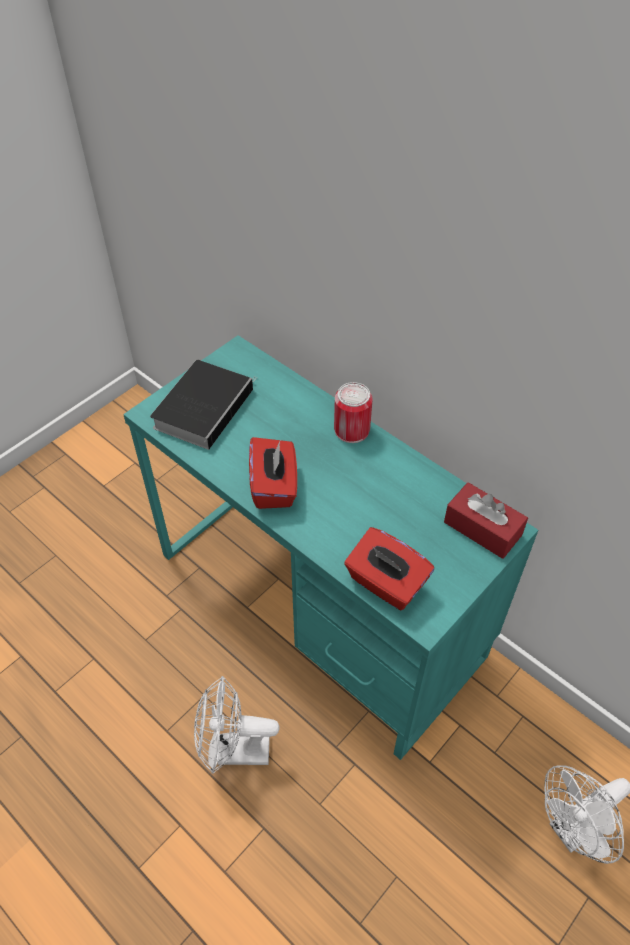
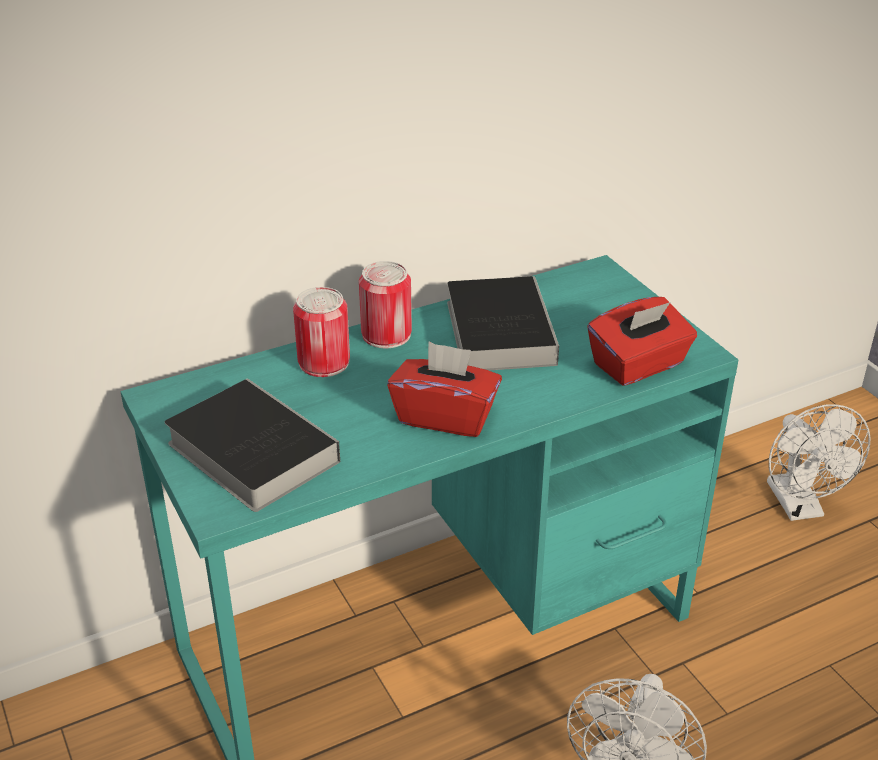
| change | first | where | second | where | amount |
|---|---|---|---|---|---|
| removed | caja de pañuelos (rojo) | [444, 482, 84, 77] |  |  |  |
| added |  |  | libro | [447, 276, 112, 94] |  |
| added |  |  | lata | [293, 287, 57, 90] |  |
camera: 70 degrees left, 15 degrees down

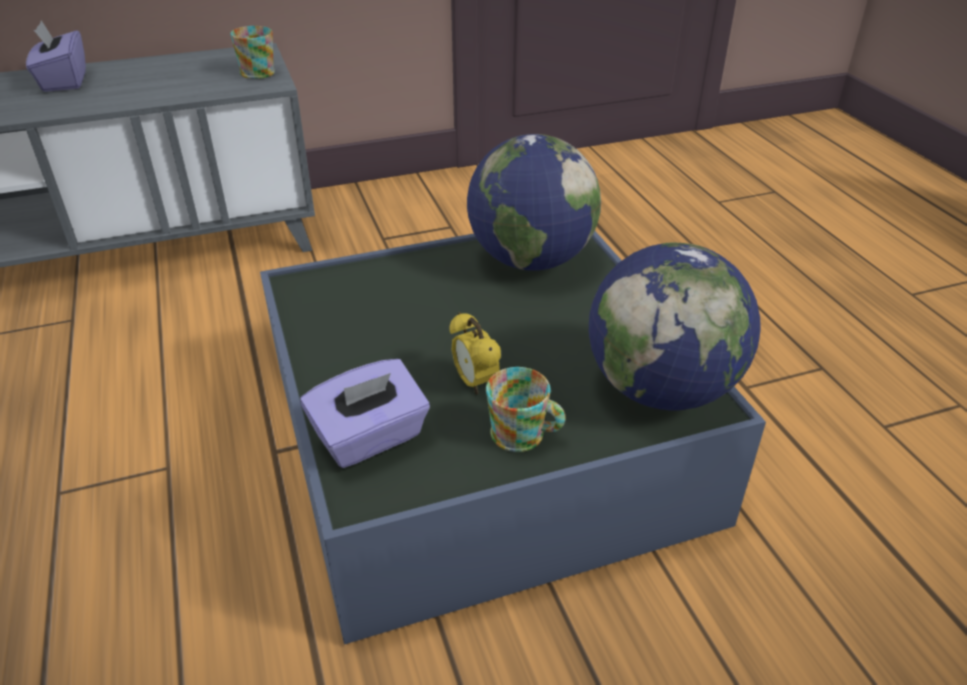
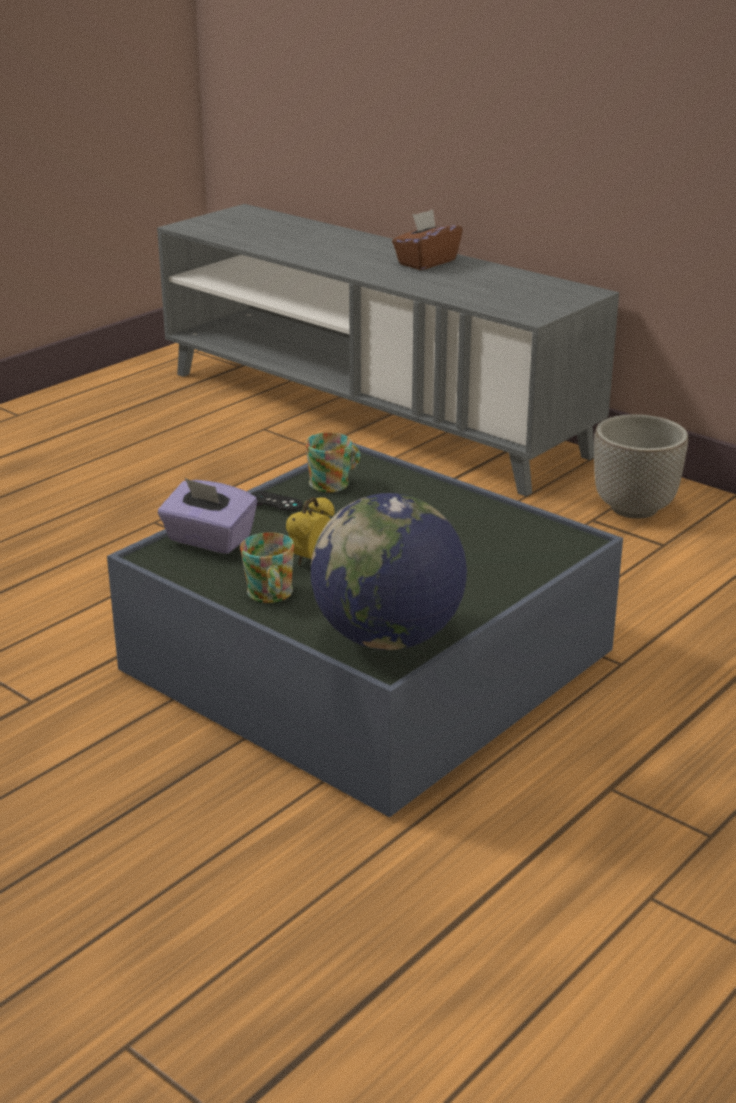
| change | first | where | second | where | amount |
|---|---|---|---|---|---|
| recoloured | caja de pañuelos (morado) | [26, 21, 60, 71] | caja de pañuelos (marrón) | [392, 209, 71, 61] |  |
| moved | taza grande | [230, 26, 45, 53] |  | [305, 432, 55, 61] |  |
| removed | globo terráqueo | [467, 134, 134, 137] |  |  |  |
| added |  |  | maceta | [594, 414, 94, 105] |  |
| added |  |  | mando de consola (negro) | [250, 491, 53, 20] |  |
camera: 60 degrees right, 10 degrees down

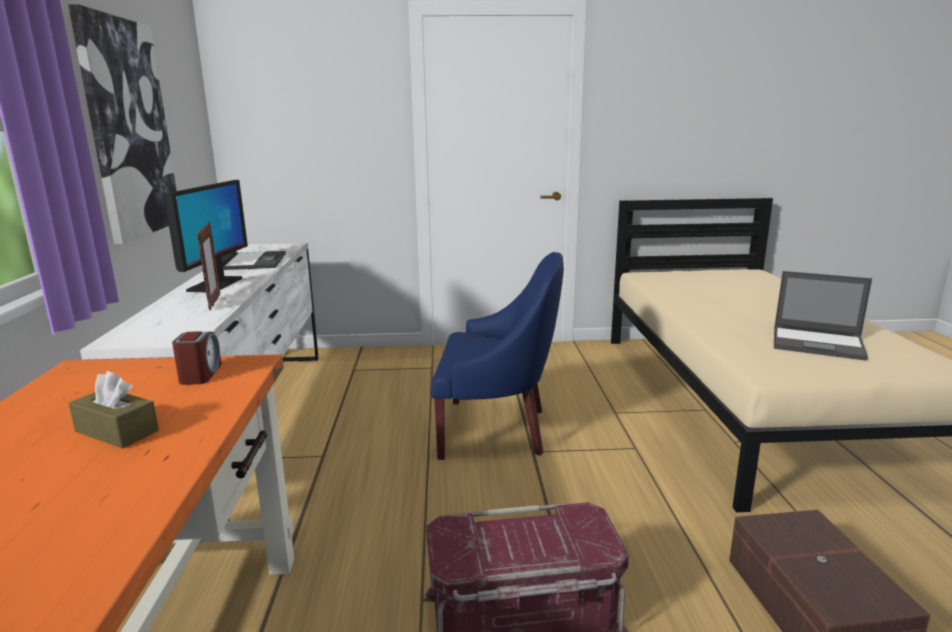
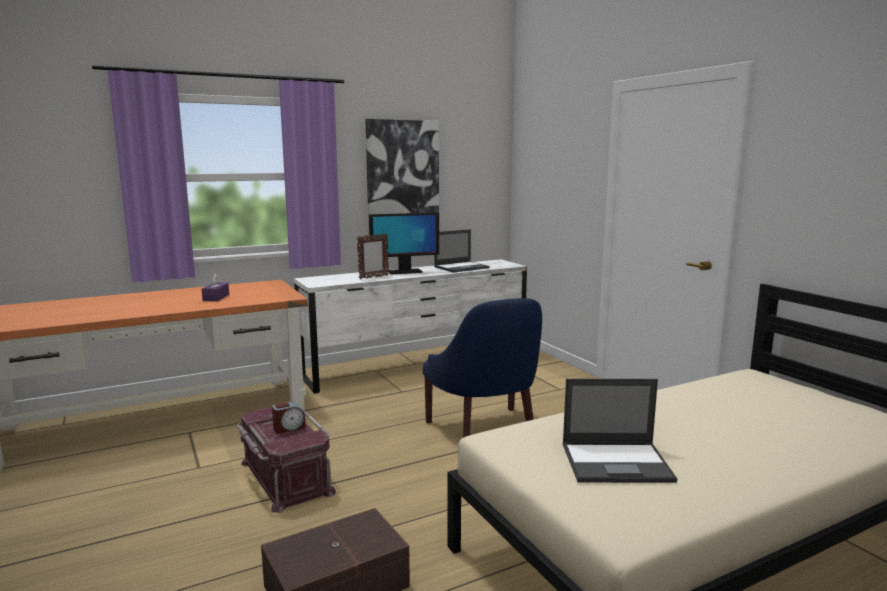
| change | first | where | second | where | amount |
|---|---|---|---|---|---|
| turned | portátil | [774, 271, 98, 90] |  | [563, 379, 114, 104] | 90 degrees counterclockwise |
| moved | despertador | [172, 331, 50, 54] |  | [272, 402, 34, 32] |  |
| recoloured | caja de pañuelos (marrón) | [68, 371, 91, 77] | caja de pañuelos (morado) | [202, 273, 27, 28] |  |
camera: 65 degrees right, 5 degrees down

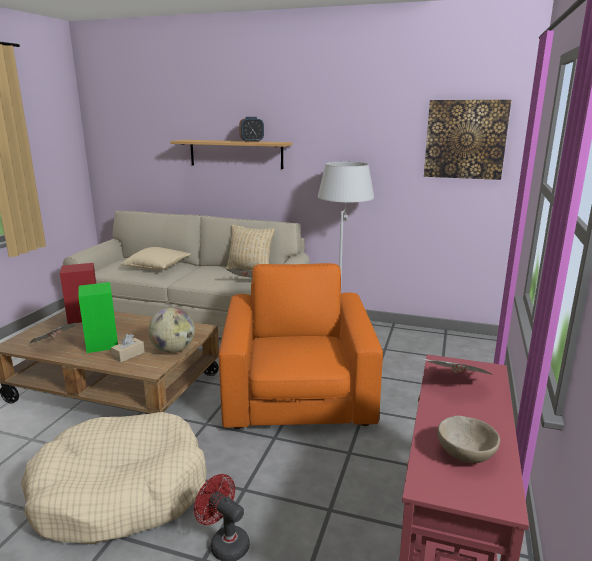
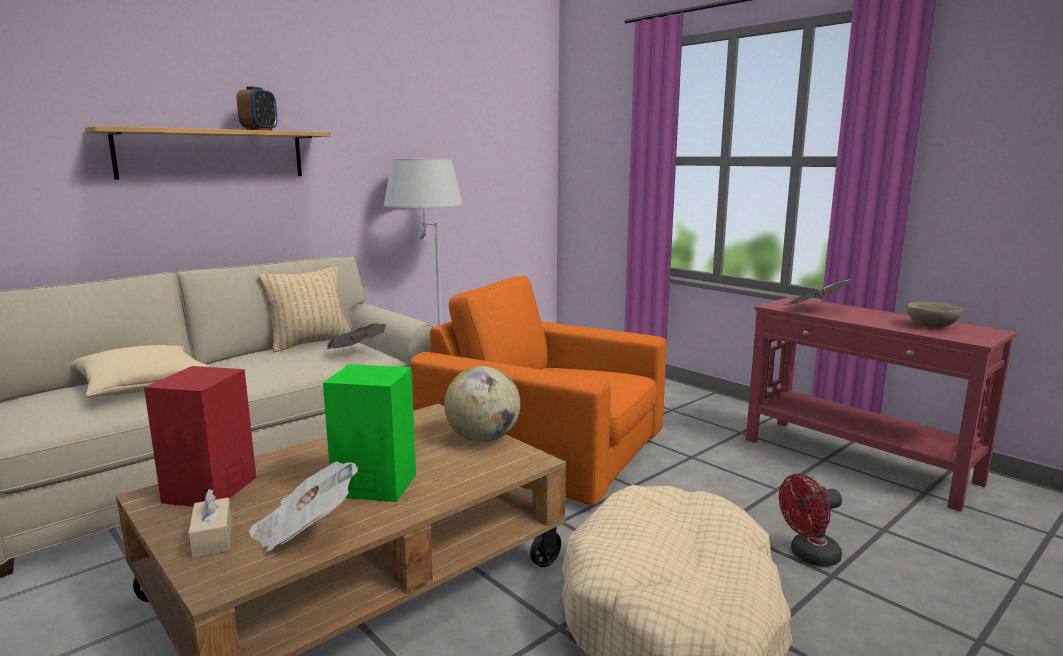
| change | first | where | second | where | amount |
|---|---|---|---|---|---|
| removed | cuadro | [424, 100, 87, 80] |  |  |  |
| moved | caja de pañuelos (beis) | [111, 334, 34, 28] |  | [188, 489, 44, 69] |  |
camera: 60 degrees left, 5 degrees down

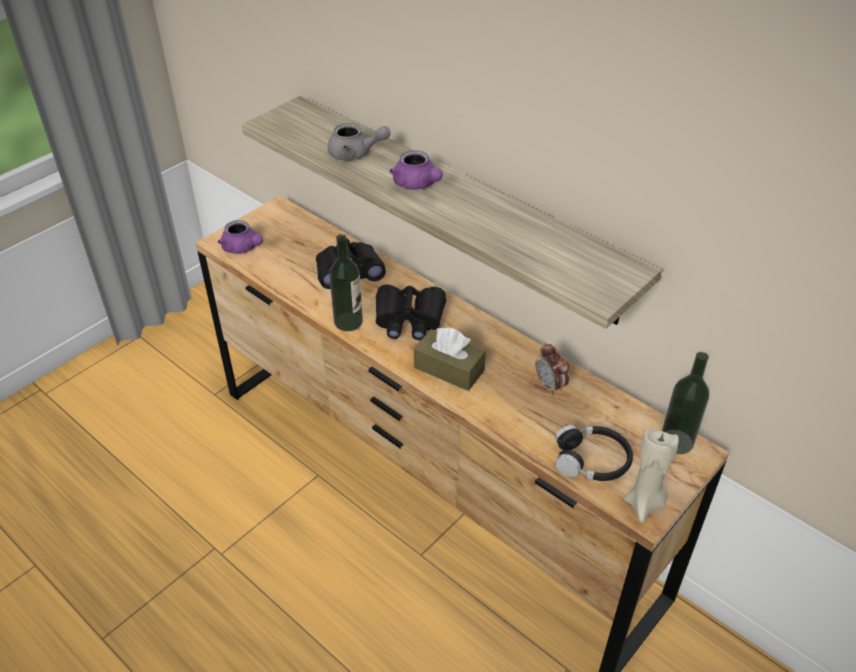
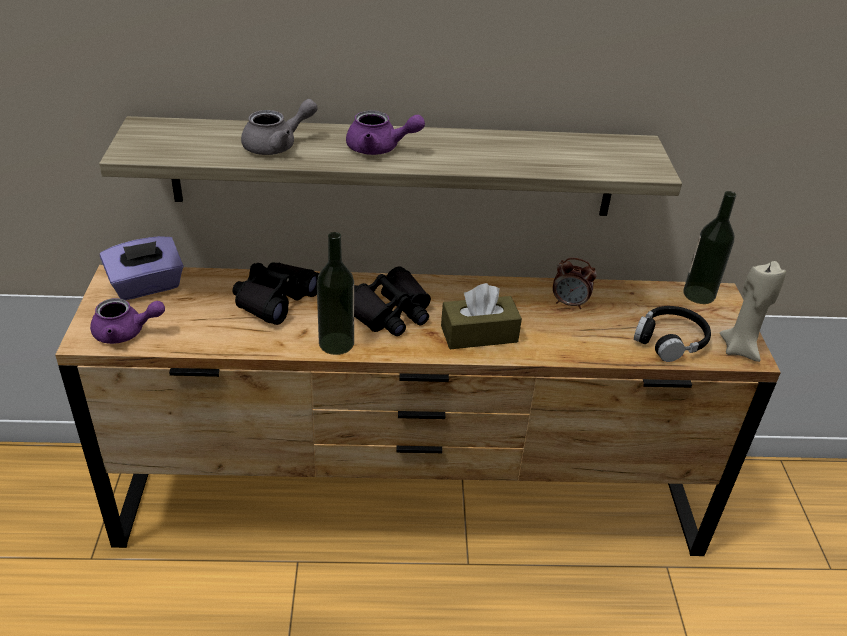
| change | first | where | second | where | amount |
|---|---|---|---|---|---|
| added |  |  | caja de pañuelos (morado) | [100, 236, 84, 64] |  |
camera: 45 degrees left, 5 degrees down

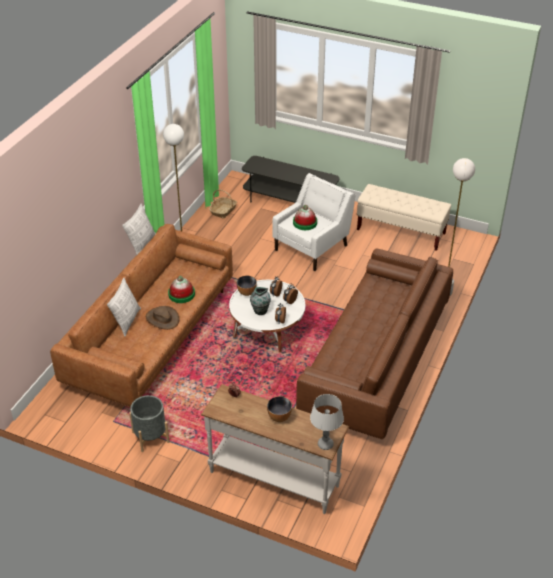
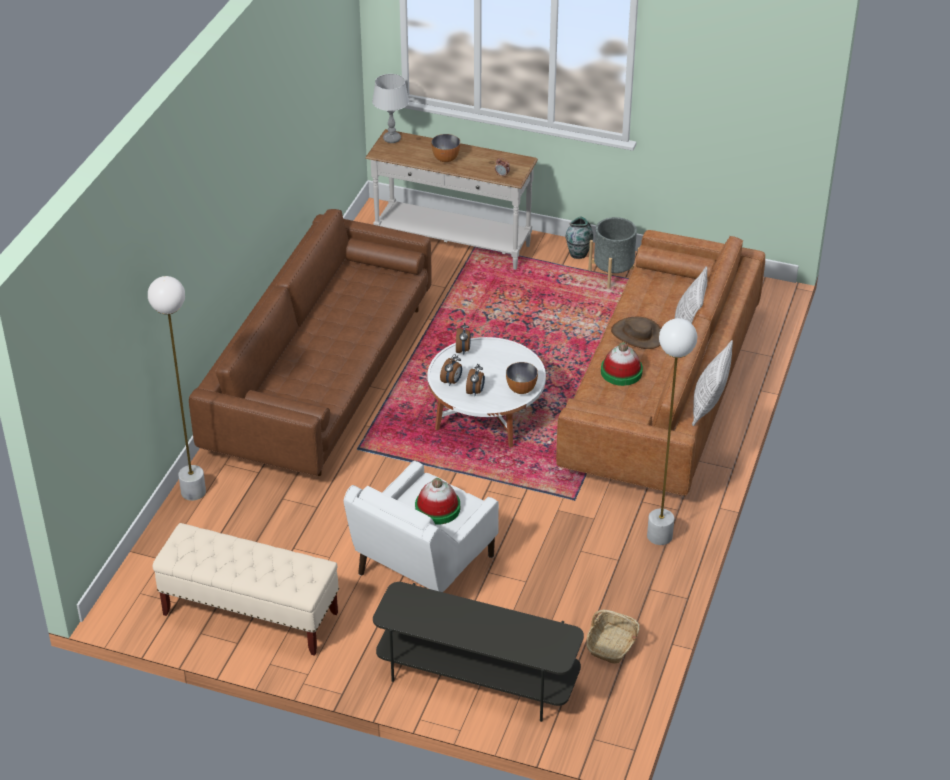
| change | first | where | second | where | amount |
|---|---|---|---|---|---|
| moved | florero | [250, 287, 21, 28] |  | [565, 217, 28, 42] |  |
camera: 175 degrees right, 0 degrees up

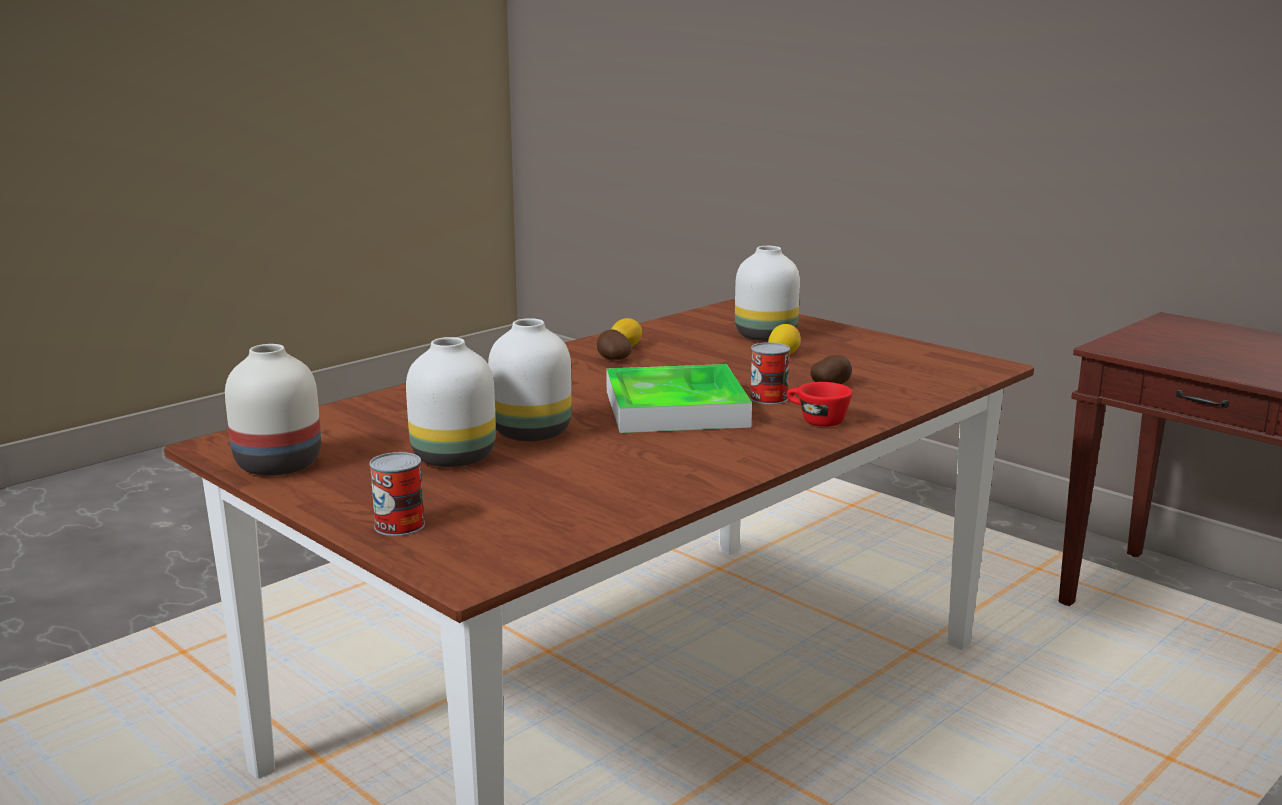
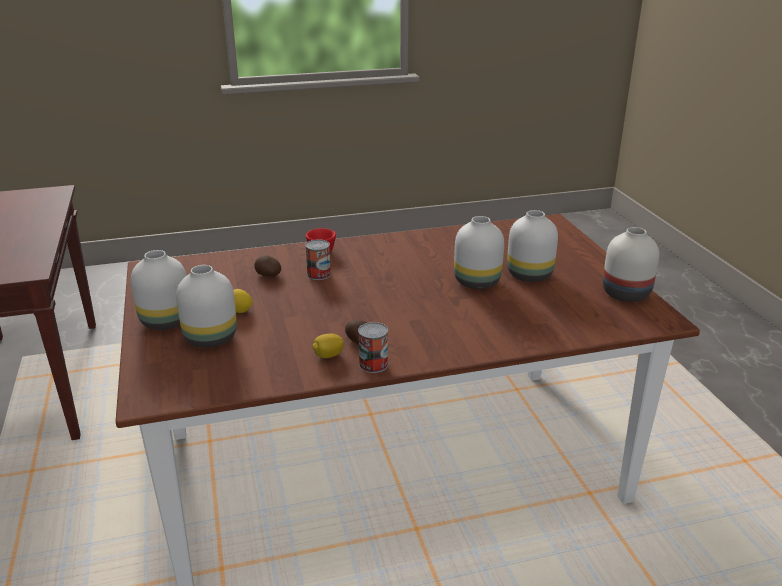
| change | first | where | second | where | amount |
|---|---|---|---|---|---|
| removed | bandeja | [606, 364, 146, 69] |  |  |  |
| moved | lata | [369, 452, 56, 84] |  | [358, 322, 30, 51] |  |
| added |  |  | florero (blanco) | [131, 250, 56, 80] |  |
camera: 150 degrees left, 10 degrees up

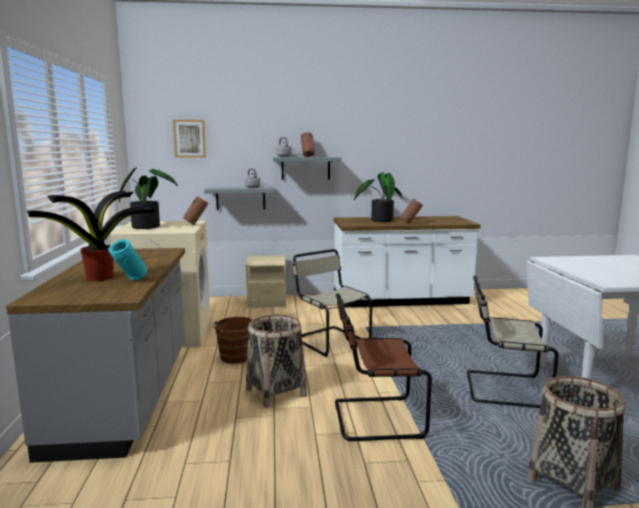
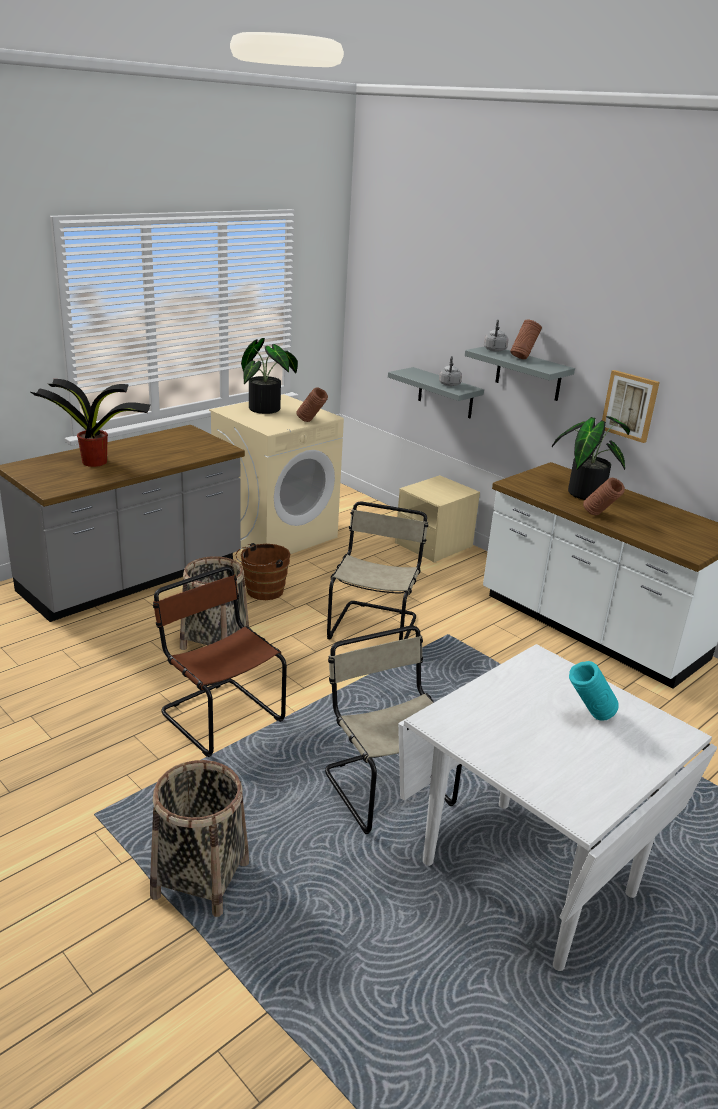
| change | first | where | second | where | amount |
|---|---|---|---|---|---|
| moved | cuadro | [173, 120, 33, 38] |  | [602, 370, 58, 73] |  |
| moved | florero (turquesa) | [109, 239, 38, 42] |  | [569, 661, 50, 59] |  |
camera: 50 degrees right, 15 degrees up

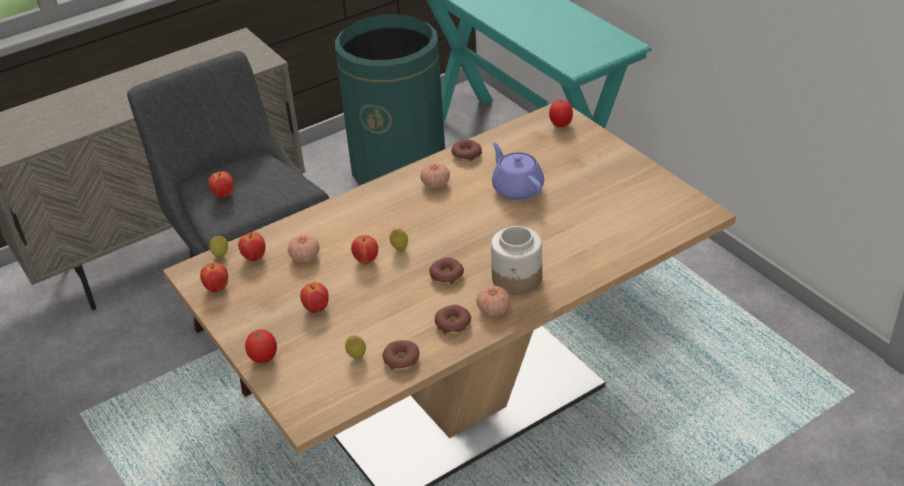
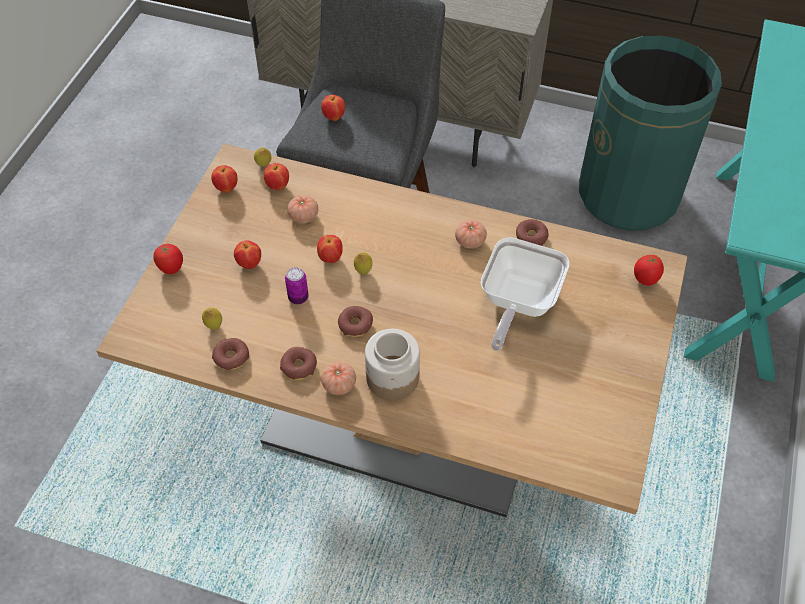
| change | first | where | second | where | amount |
|---|---|---|---|---|---|
| replaced | tetera (morado) | [492, 142, 52, 58] | sartén | [481, 237, 89, 114] |  |
| added |  |  | lata | [285, 267, 24, 37] |  |
camera: 50 degrees right, 15 degrees up

